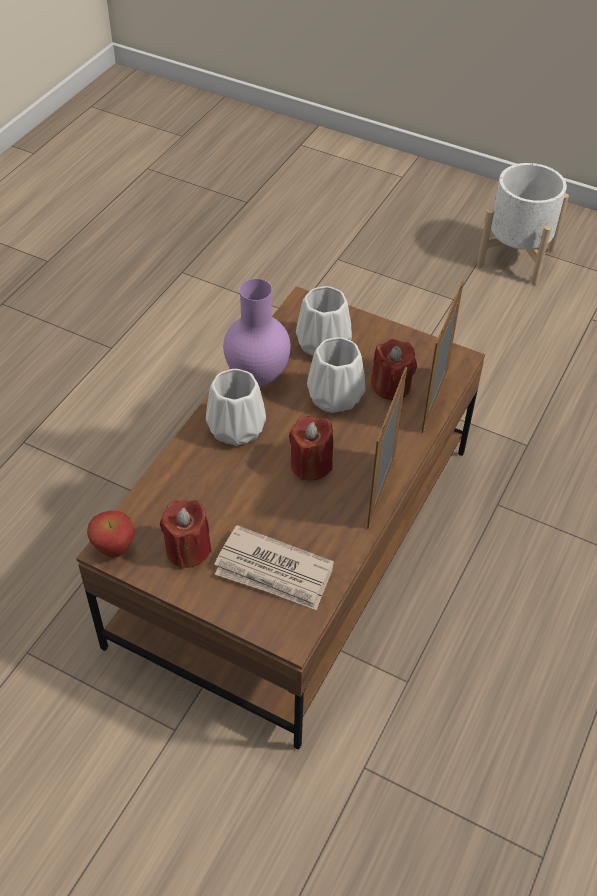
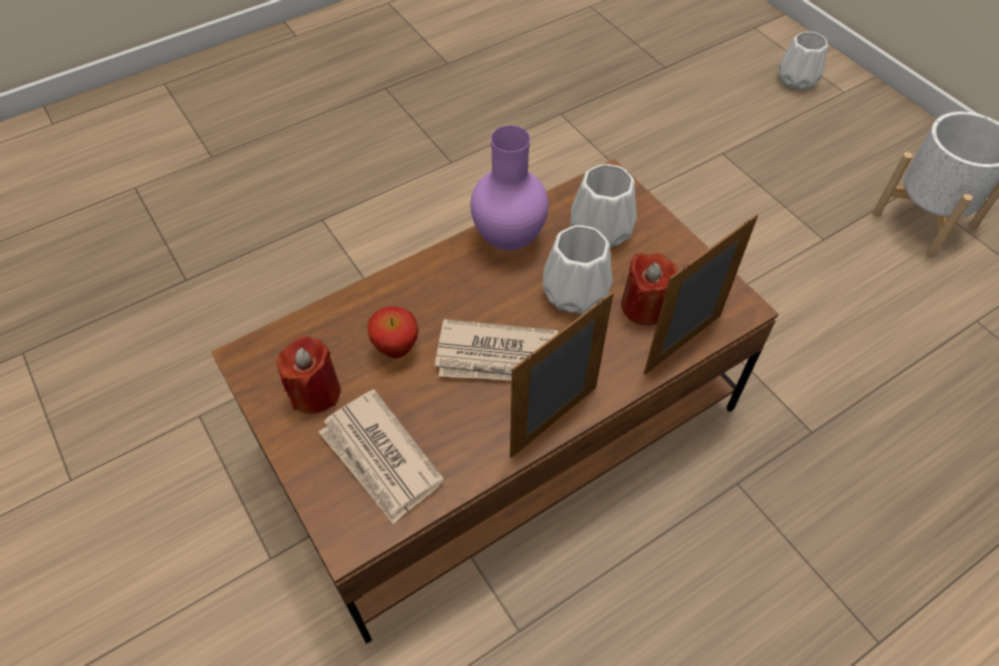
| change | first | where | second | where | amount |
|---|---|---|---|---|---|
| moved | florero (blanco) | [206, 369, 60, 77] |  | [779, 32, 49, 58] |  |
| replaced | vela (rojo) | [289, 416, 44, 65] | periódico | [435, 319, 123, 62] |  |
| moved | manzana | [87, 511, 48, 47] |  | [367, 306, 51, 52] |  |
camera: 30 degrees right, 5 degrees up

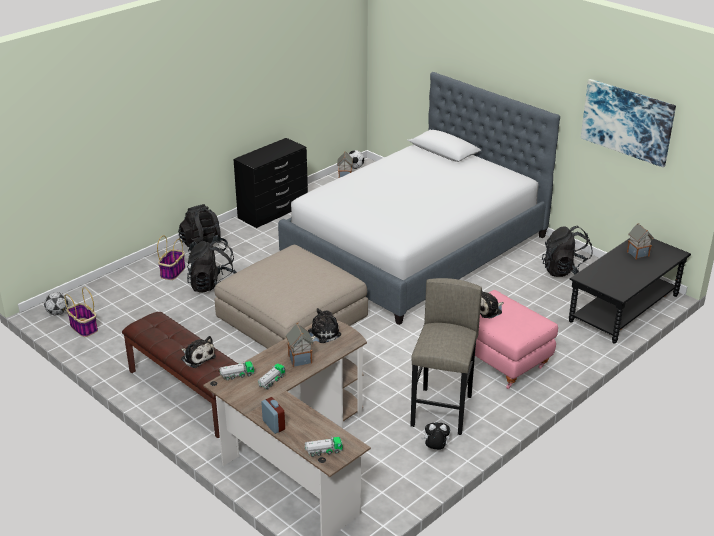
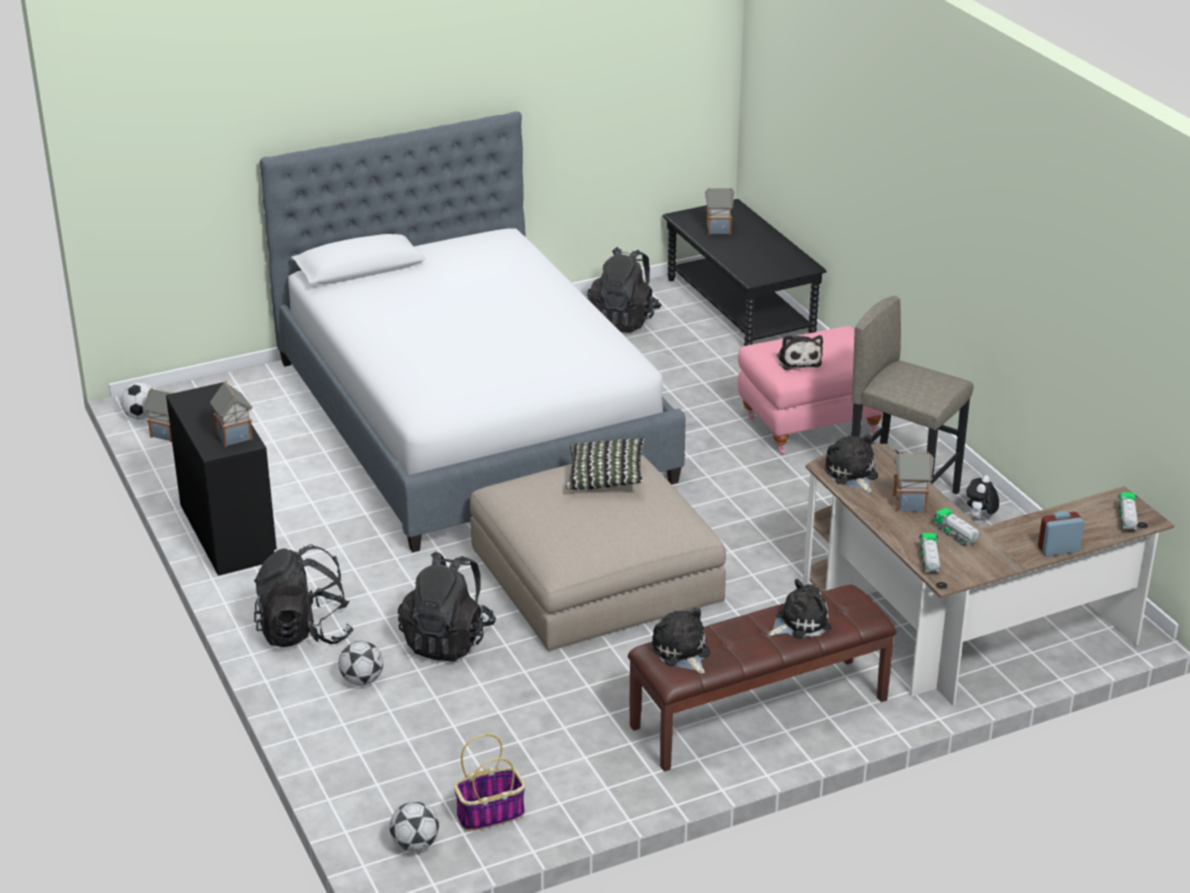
| change | first | where | second | where | amount |
|---|---|---|---|---|---|
| removed | cuadro | [581, 79, 95, 88] |  |  |  |
| replaced | cesta | [157, 235, 28, 45] | balón de fútbol | [339, 641, 44, 44] |  |
| added |  |  | casita | [210, 381, 43, 66] |  |
| added |  |  | cojín | [566, 439, 79, 51] |  |
| added |  |  | peluche | [652, 607, 58, 67] |  |
camera: 70 degrees left, 0 degrees up

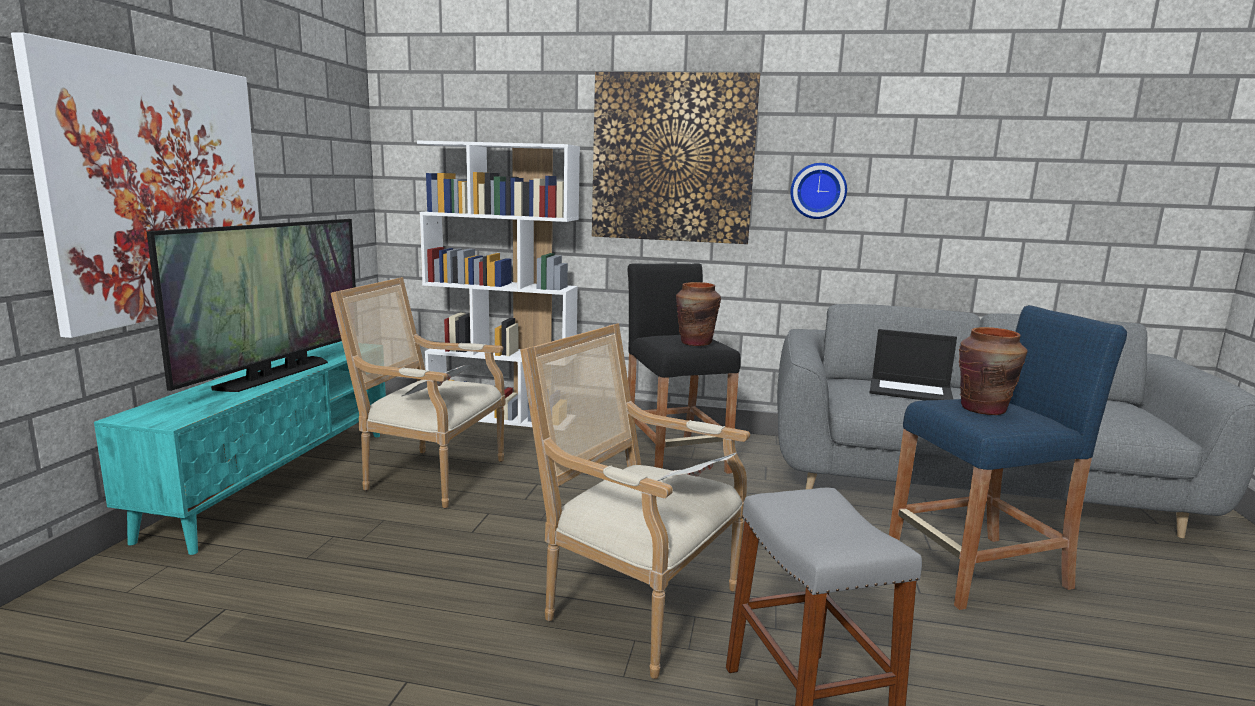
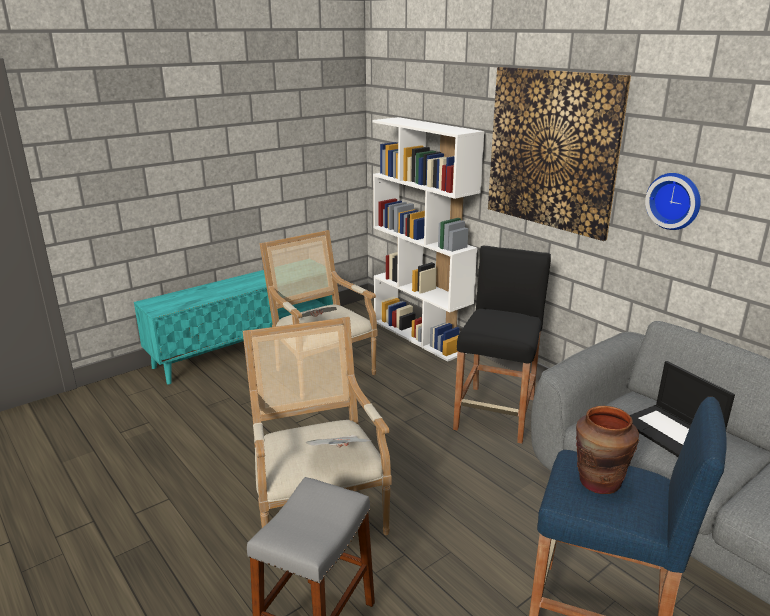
| change | first | where | second | where | amount |
|---|---|---|---|---|---|
| removed | cuadro | [11, 32, 249, 306] |  |  |  |
| removed | televisor | [147, 219, 209, 173] |  |  |  |
| removed | florero (marrón) | [676, 282, 45, 64] |  |  |  |
camera: 40 degrees right, 10 degrees up

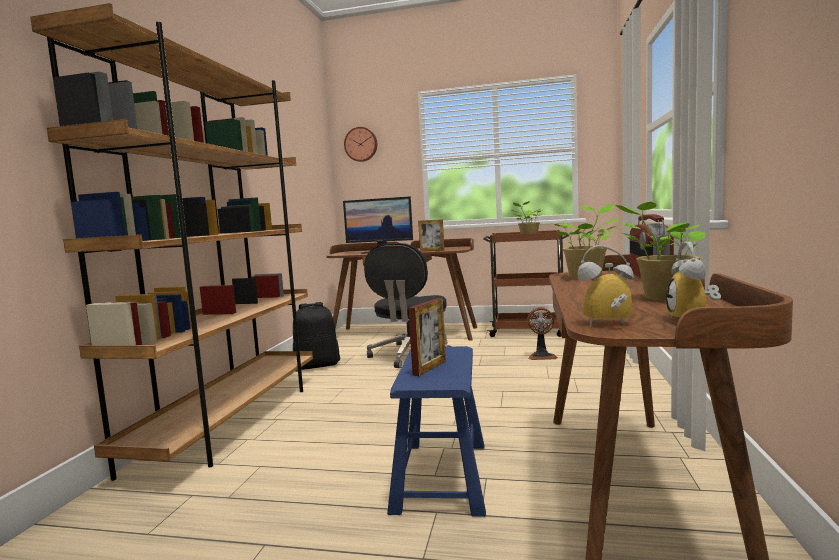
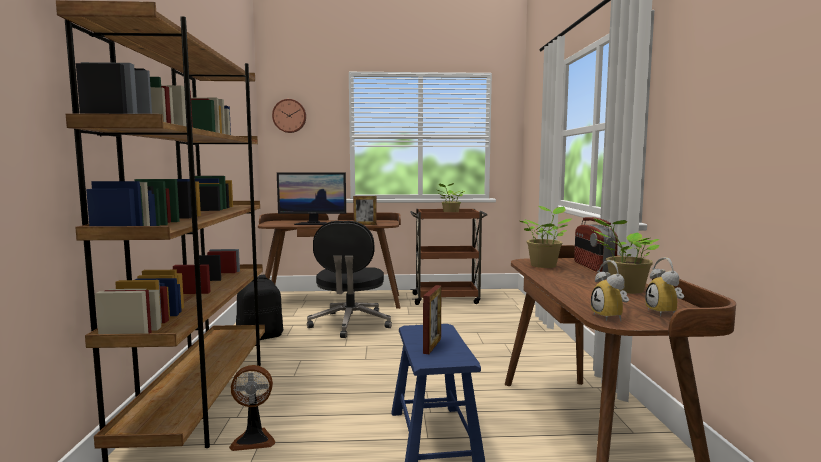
| change | first | where | second | where | amount |
|---|---|---|---|---|---|
| turned | despertador | [578, 245, 56, 81] |  | [591, 260, 38, 61] | 90 degrees counterclockwise |
| moved | ventilador | [527, 307, 31, 53] |  | [229, 365, 46, 86] |  |
camera: 15 degrees left, 0 degrees up

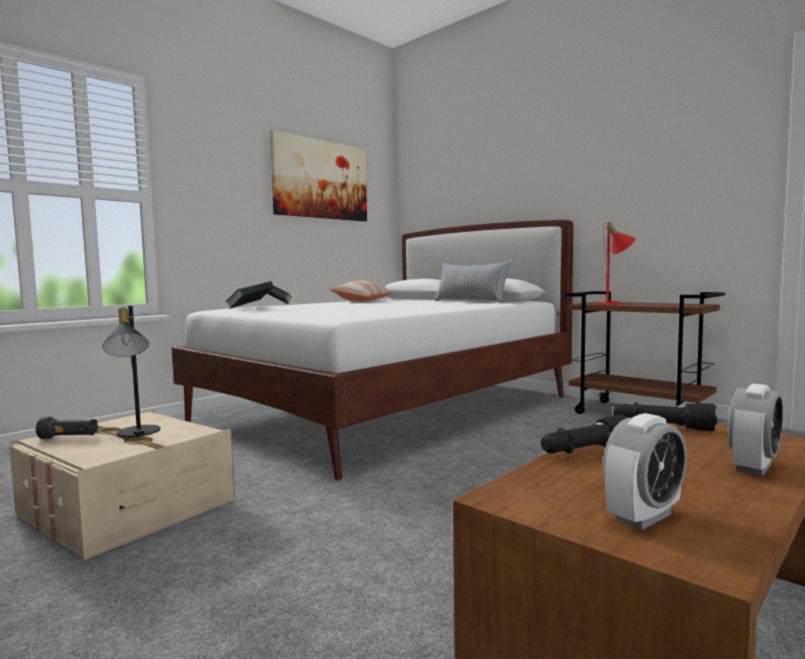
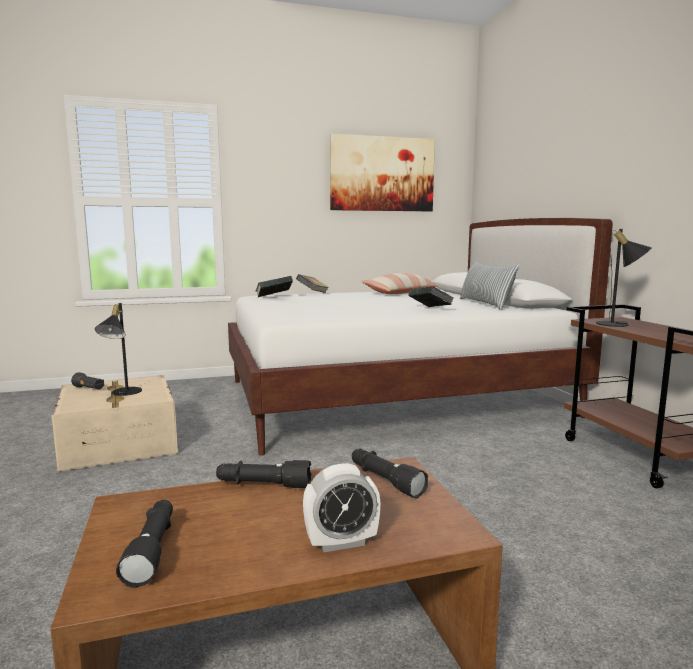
| change | first | where | second | where | amount |
|---|---|---|---|---|---|
| recoloured | lámpara de mesa (rojo) | [594, 222, 42, 83] | lámpara de mesa (negro) | [596, 229, 56, 98] |  |
| replaced | despertador | [603, 413, 84, 117] | linterna (negro) | [116, 500, 57, 88] |  |
| added |  |  | libro | [408, 286, 46, 21] |  |
camera: 30 degrees right, 5 degrees up

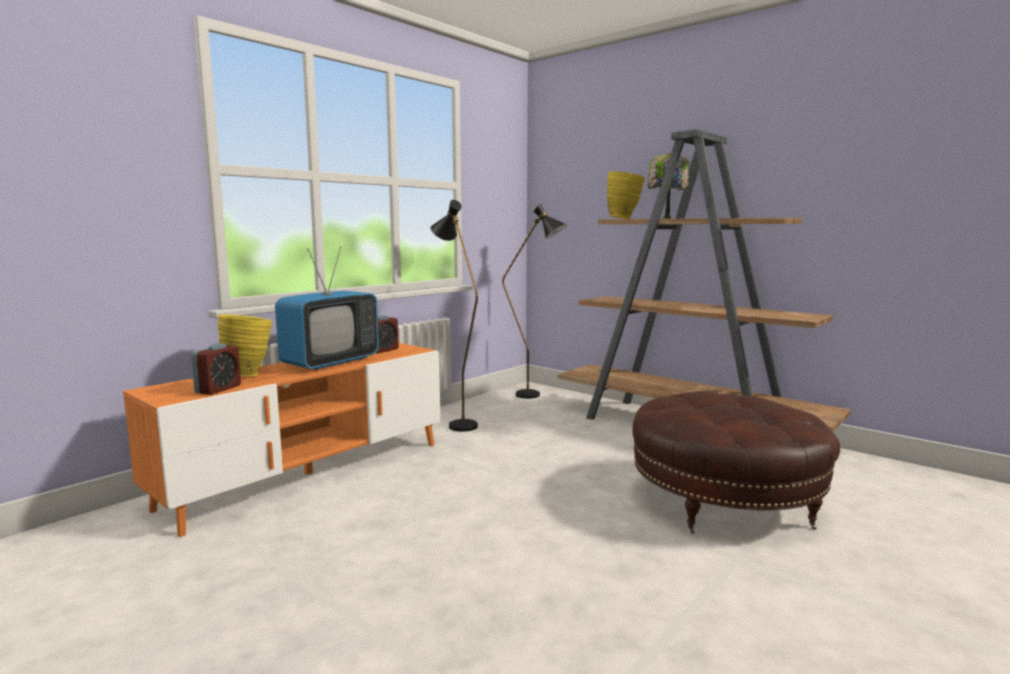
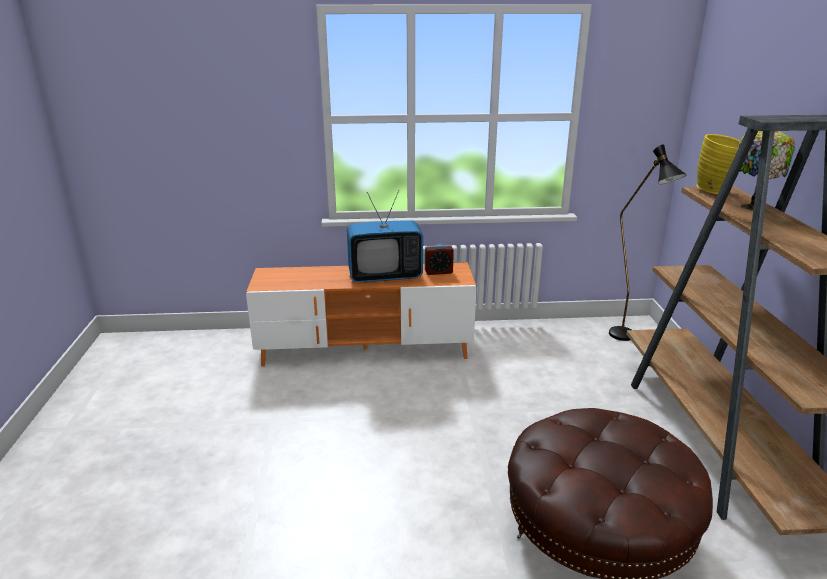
| change | first | where | second | where | amount |
|---|---|---|---|---|---|
| removed | lámpara de pie (negro) | [430, 200, 48, 232] |  |  |  |
| removed | florero (amarillo) | [218, 314, 54, 62] |  |  |  |
| removed | despertador | [191, 343, 50, 52] |  |  |  |
camera: 45 degrees right, 15 degrees up

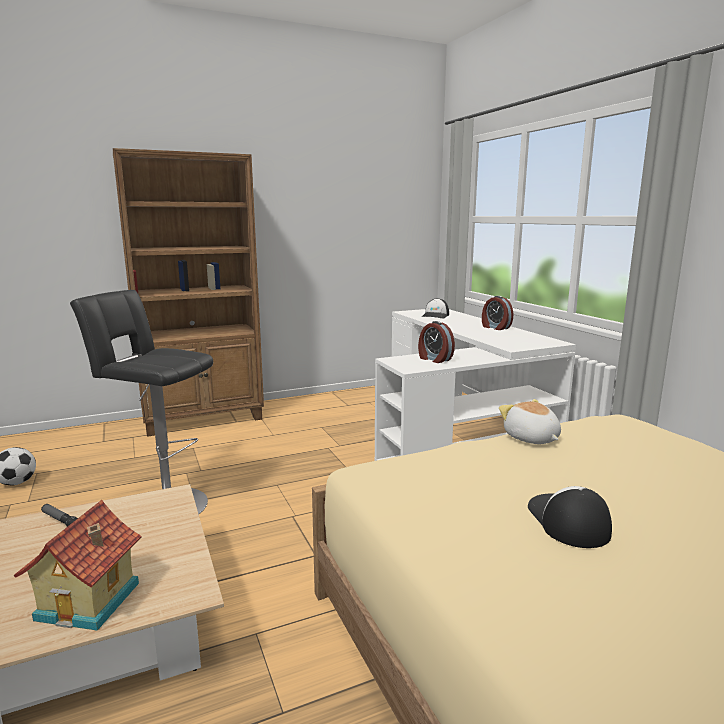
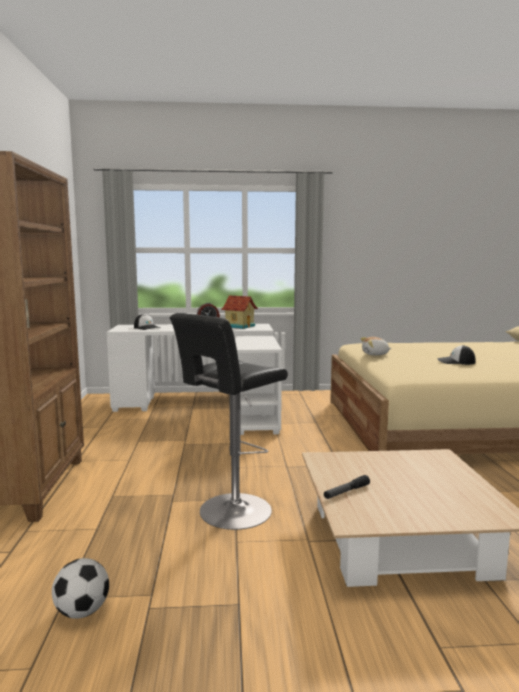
| change | first | where | second | where | amount |
|---|---|---|---|---|---|
| removed | despertador | [418, 321, 37, 42] |  |  |  |
| moved | casita | [14, 500, 128, 131] |  | [221, 296, 37, 33] |  |
camera: 70 degrees left, 5 degrees down

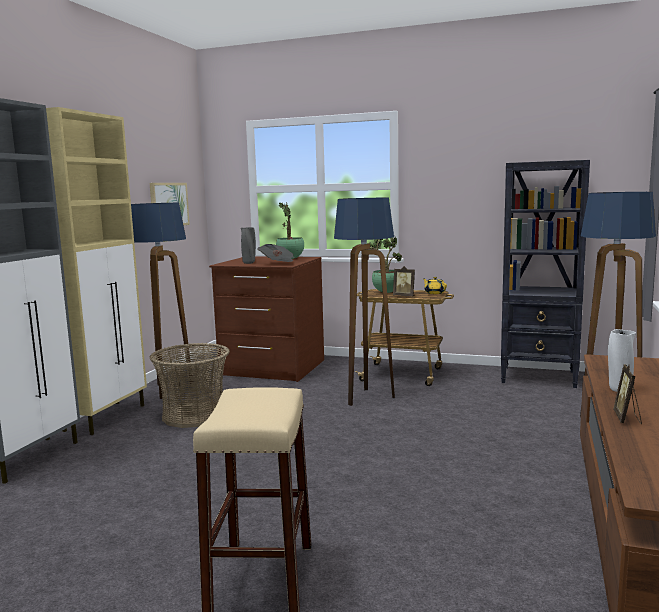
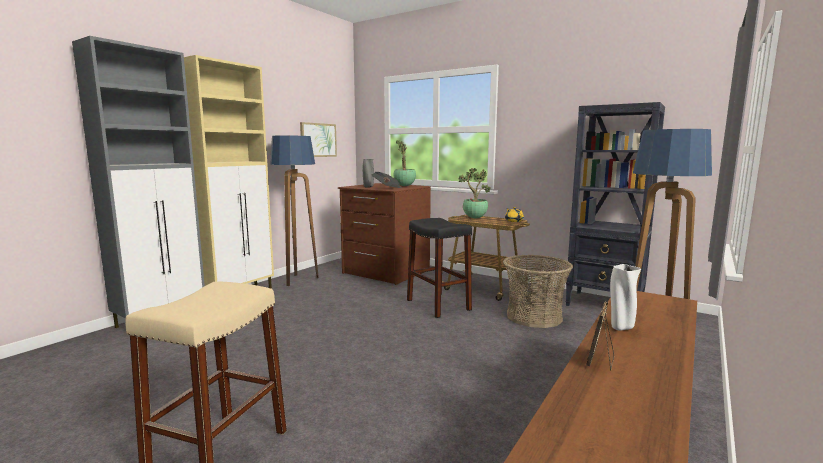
| change | first | where | second | where | amount |
|---|---|---|---|---|---|
| replaced | lámpara de pie | [334, 198, 61, 208] | taburete (negro) | [407, 218, 65, 100] |  |
| removed | portarretratos | [393, 266, 22, 31] |  |  |  |
| moved | cesta | [150, 343, 80, 85] |  | [503, 255, 70, 73] |  |
camera: 15 degrees right, 0 degrees up

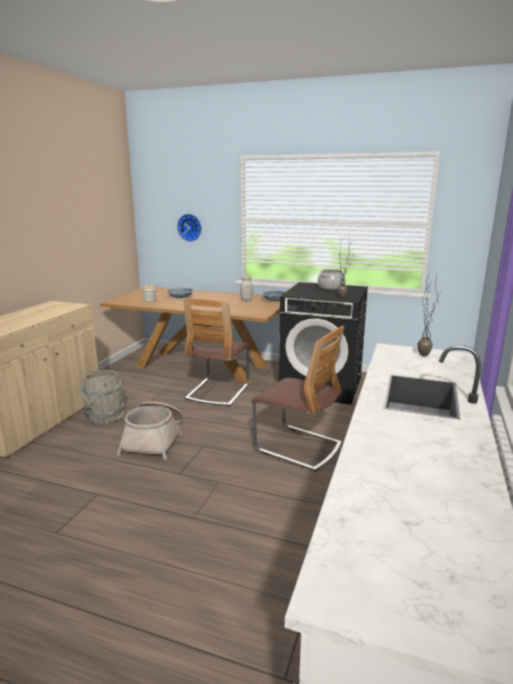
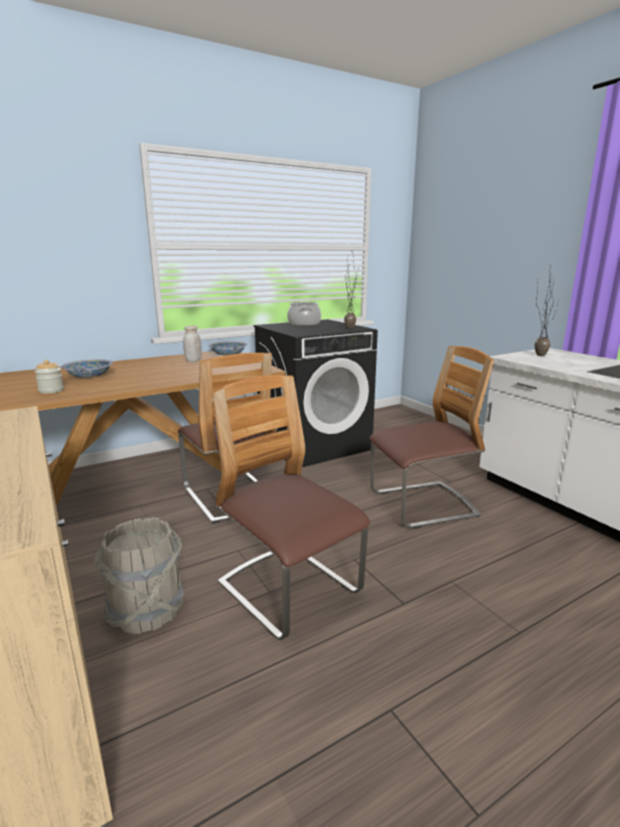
| change | first | where | second | where | amount |
|---|---|---|---|---|---|
| removed | reloj de pared | [177, 214, 25, 28] |  |  |  |
| replaced | cesta | [117, 402, 66, 58] | silla | [212, 375, 158, 265] |  |
camera: 50 degrees left, 0 degrees up

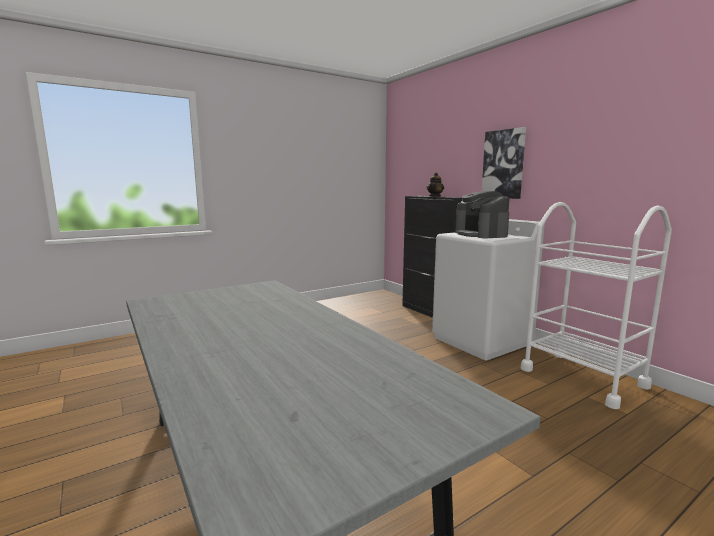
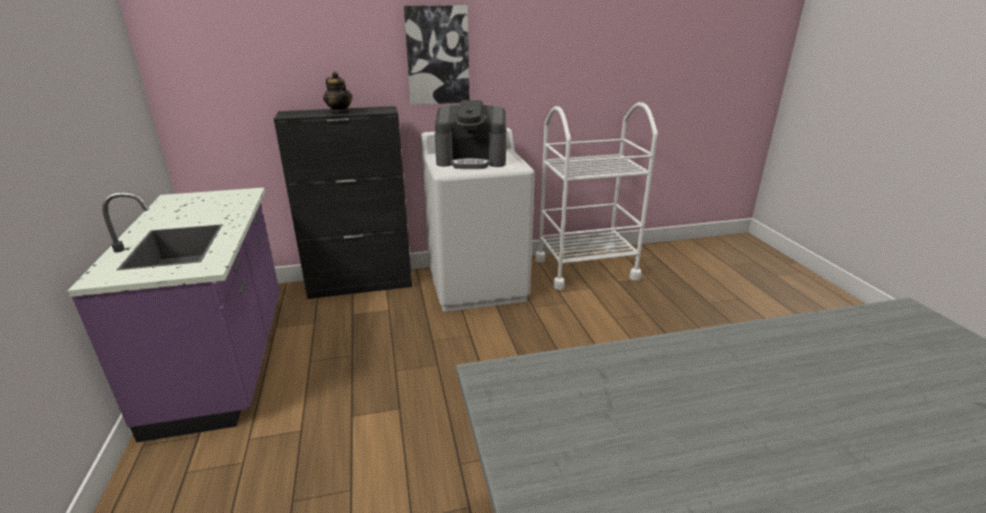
| change | first | where | second | where | amount |
|---|---|---|---|---|---|
| added |  |  | mueble bajo de cocina (morado) | [68, 187, 212, 255] |  |
camera: 70 degrees left, 15 degrees up

